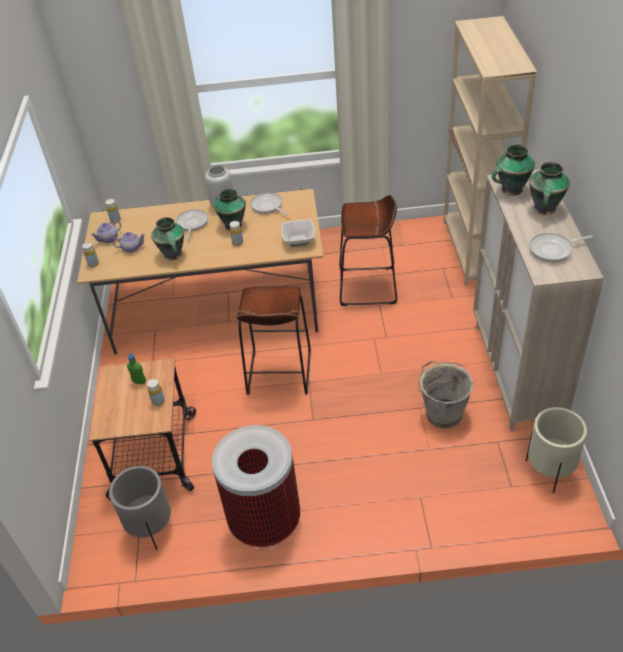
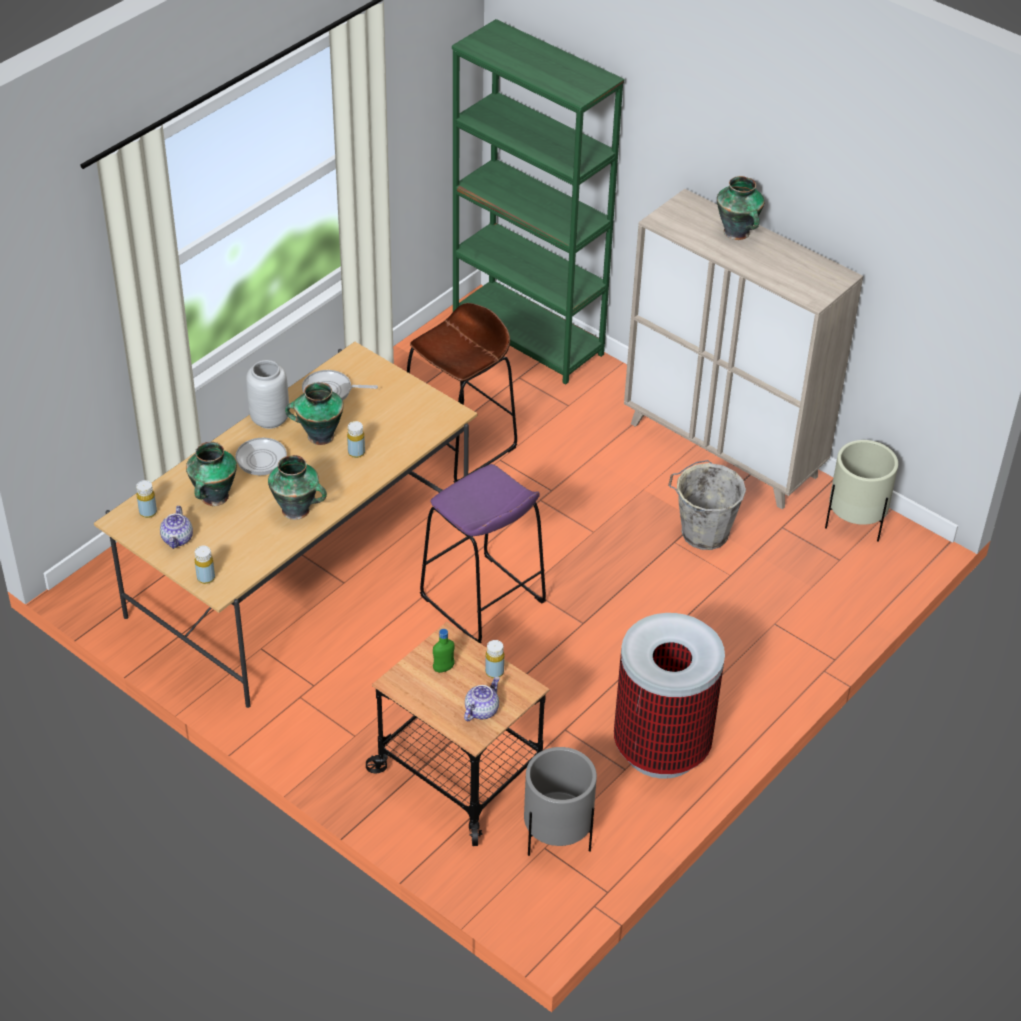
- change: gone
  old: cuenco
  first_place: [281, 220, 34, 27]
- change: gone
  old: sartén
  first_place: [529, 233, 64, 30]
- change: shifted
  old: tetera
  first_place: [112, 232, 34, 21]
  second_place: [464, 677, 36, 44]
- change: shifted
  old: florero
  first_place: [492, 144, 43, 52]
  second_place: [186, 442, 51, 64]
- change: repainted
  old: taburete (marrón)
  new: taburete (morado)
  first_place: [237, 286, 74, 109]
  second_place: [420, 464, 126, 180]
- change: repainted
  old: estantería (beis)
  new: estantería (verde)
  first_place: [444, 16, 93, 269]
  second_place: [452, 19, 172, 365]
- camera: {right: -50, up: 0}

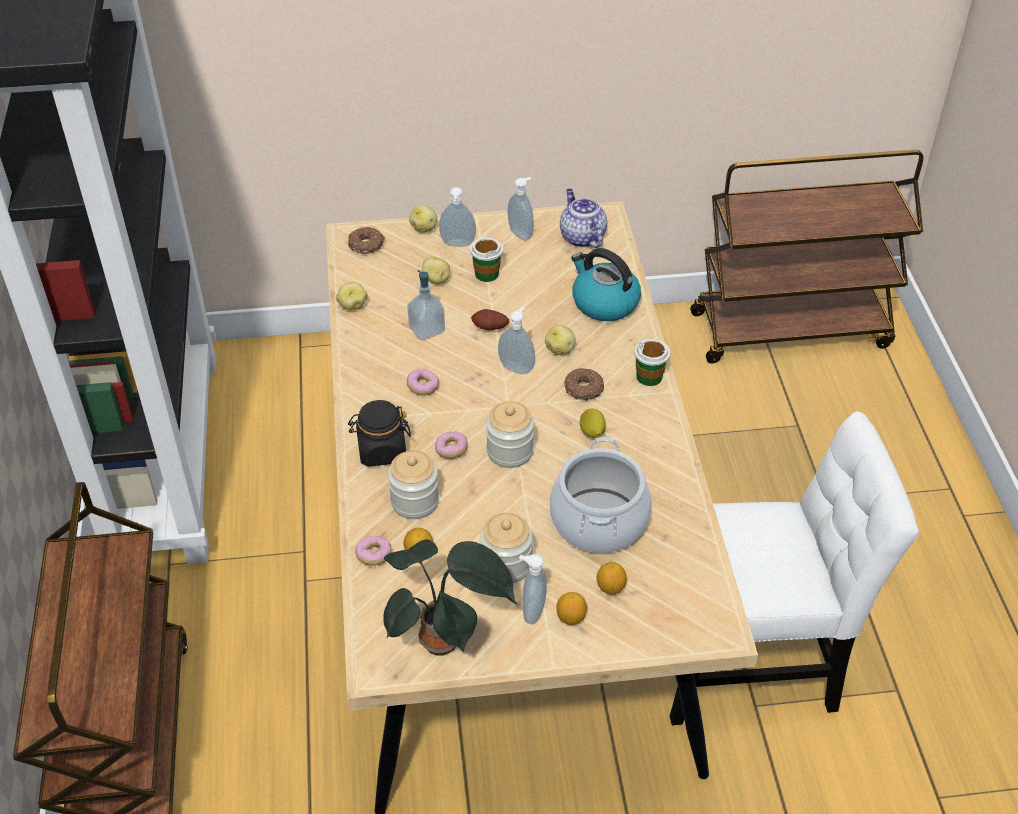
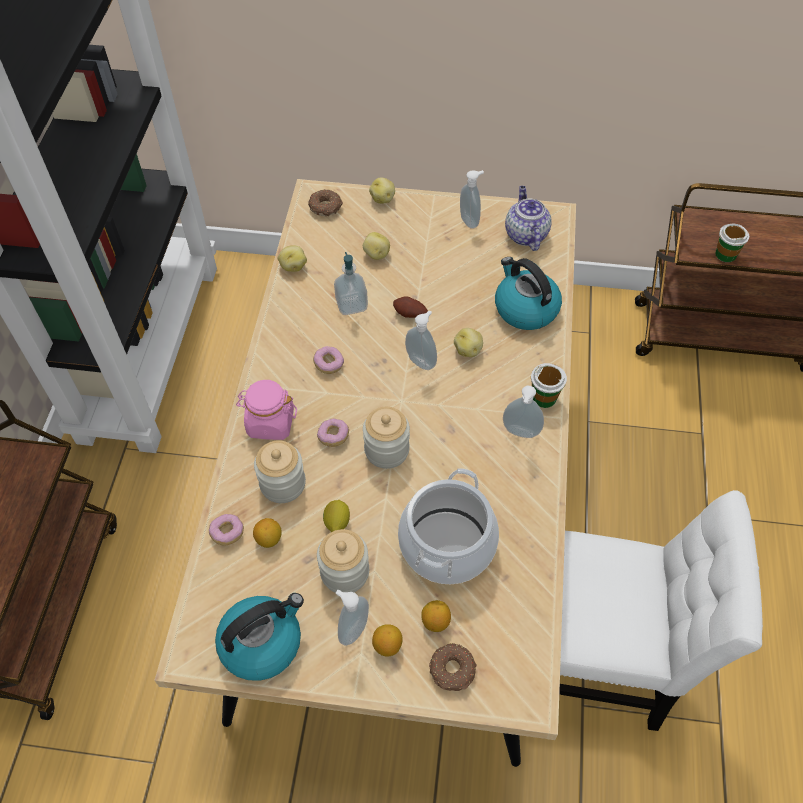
- change: shifted
  old: dispensador de jabón
  first_place: [439, 187, 37, 60]
  second_place: [503, 386, 41, 52]
- change: shifted
  old: taza
  first_place: [470, 237, 33, 45]
  second_place: [716, 224, 33, 38]
- change: shifted
  old: rosquilla
  first_place: [564, 368, 40, 33]
  second_place: [429, 643, 48, 48]
- change: shifted
  old: limón
  first_place: [580, 408, 26, 30]
  second_place: [323, 500, 27, 32]
- change: swapped
  old: planta en maceta
  new: hervidor
  first_place: [383, 539, 135, 117]
  second_place: [215, 593, 89, 88]
- change: repainted
  old: tarro (negro)
  new: tarro (rosa)
  first_place: [348, 400, 63, 67]
  second_place: [236, 380, 61, 60]
- camera: {right: 15, up: 10}

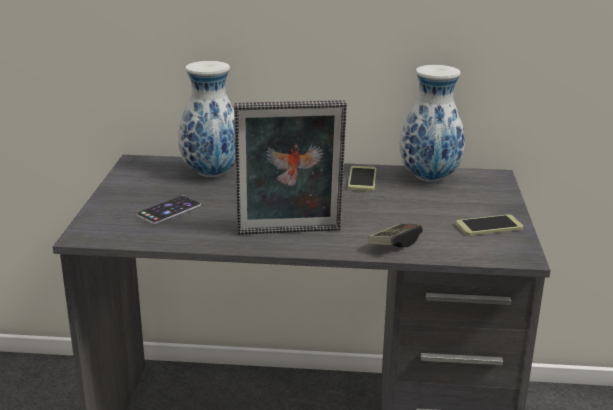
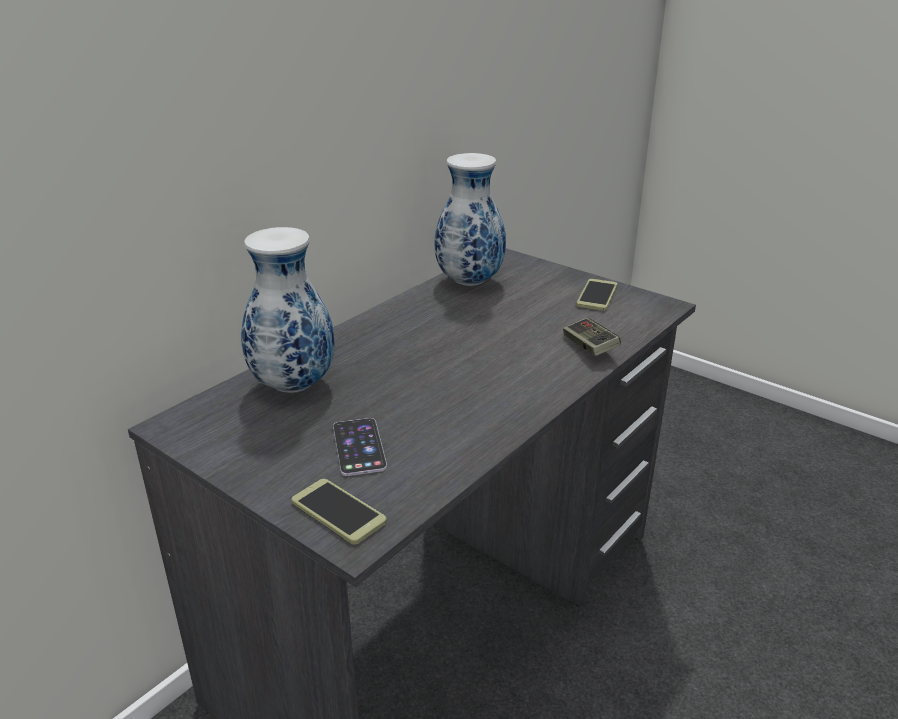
- change: gone
  old: portarretratos
  first_place: [234, 100, 113, 135]
- change: shifted
  old: móvil
  first_place: [348, 166, 28, 25]
  second_place: [292, 479, 95, 65]
- camera: {right: -55, up: 5}

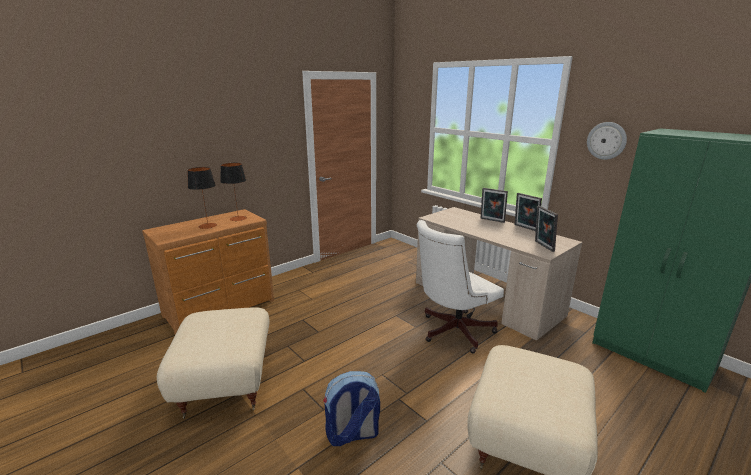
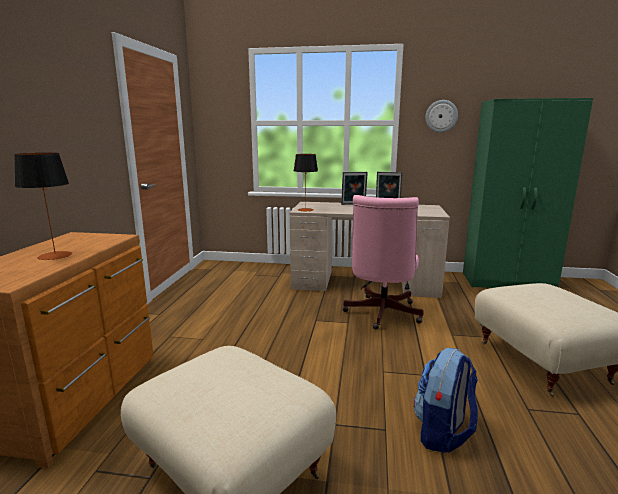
- change: gone
  old: portarretratos
  first_place: [535, 206, 23, 46]
- change: shifted
  old: lámpara de mesa
  first_place: [220, 163, 27, 58]
  second_place: [294, 154, 24, 57]
- change: repainted
  old: silla de oficina (blanco)
  new: silla de oficina (rosa)
  first_place: [417, 220, 87, 133]
  second_place: [342, 195, 82, 134]
- camera: {right: -40, up: -5}

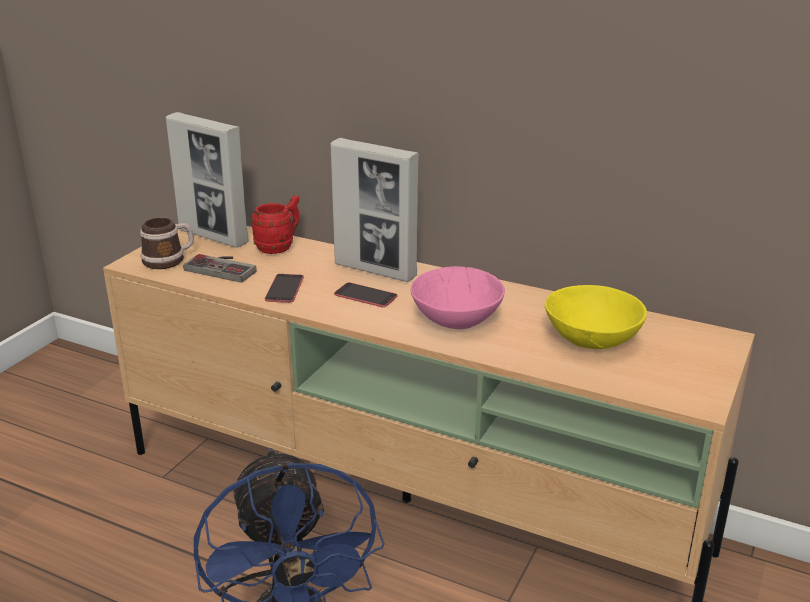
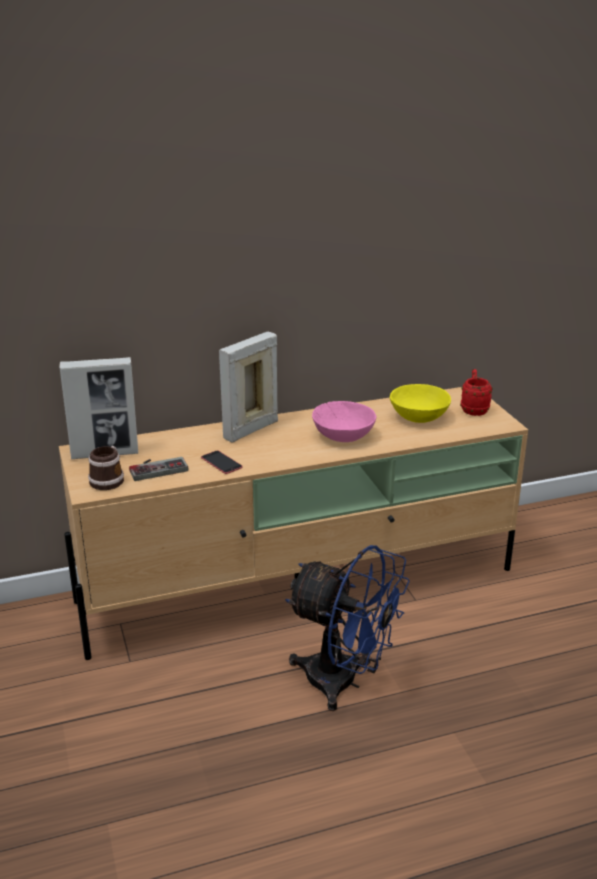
- change: gone
  old: móvil
  first_place: [334, 283, 64, 24]
- change: shifted
  old: taza grande (rojo)
  first_place: [251, 195, 48, 59]
  second_place: [460, 369, 32, 47]
- change: rotated
  old: portarretratos
  first_place: [331, 138, 88, 144]
  second_place: [219, 332, 59, 111]
  degrees: 150
- camera: {right: -45, up: 0}

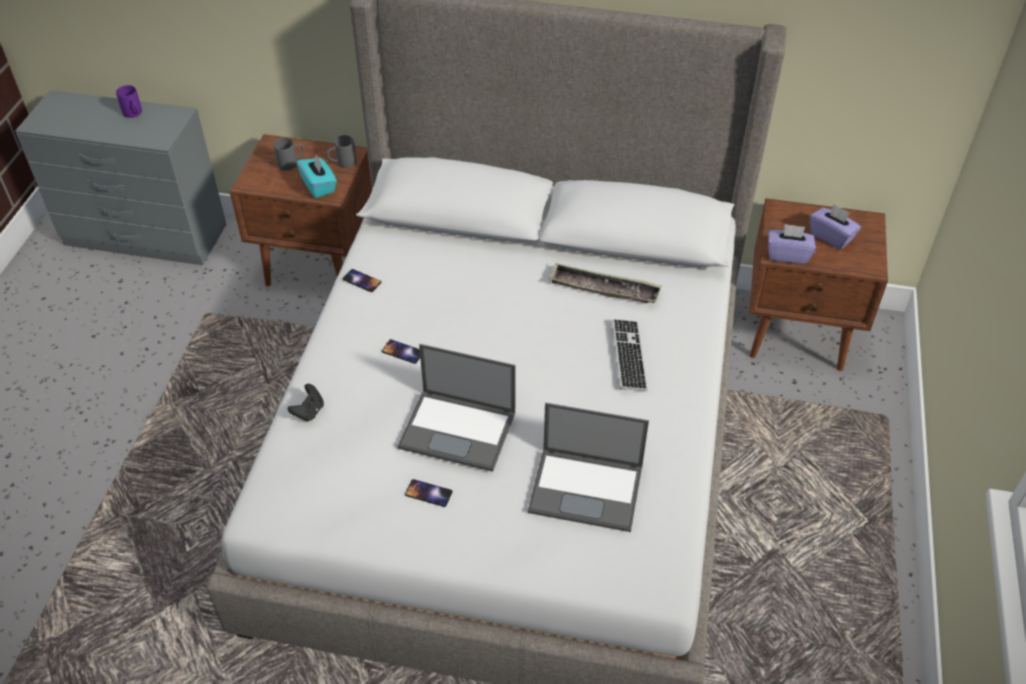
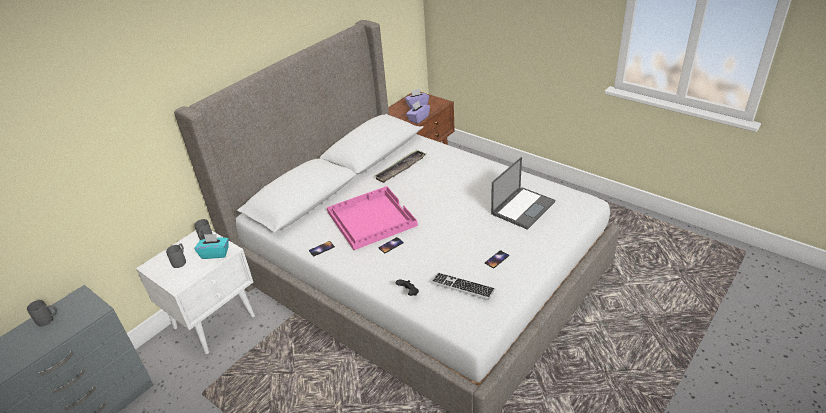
- change: gone
  old: portátil
  first_place: [398, 344, 117, 128]
- change: new
  new: bandeja (rosa)
  second_place: [327, 186, 91, 64]
- change: shifted
  old: teclado
  first_place: [612, 319, 36, 72]
  second_place: [431, 272, 64, 28]
- change: repainted
  old: taza grande (morado)
  new: taza grande (gris)
  first_place: [116, 85, 26, 33]
  second_place: [27, 300, 30, 26]
- change: repainted
  old: mesita de noche (marrón)
  new: mesita de noche (blanco)
  first_place: [230, 134, 142, 152]
  second_place: [136, 230, 119, 124]
- camera: {right: -60, up: -10}

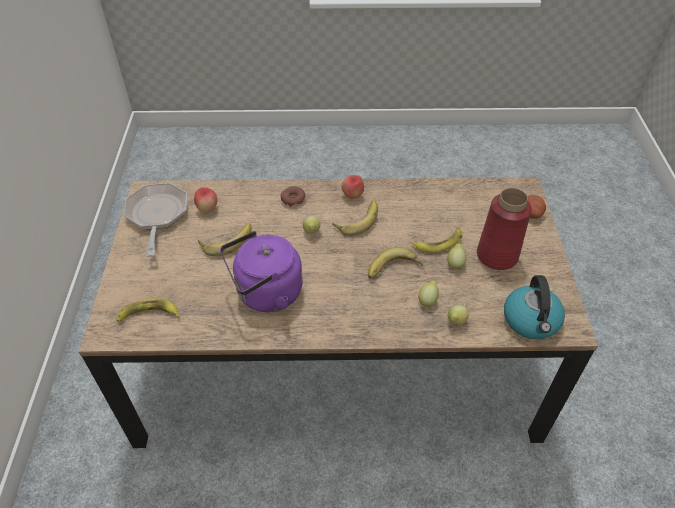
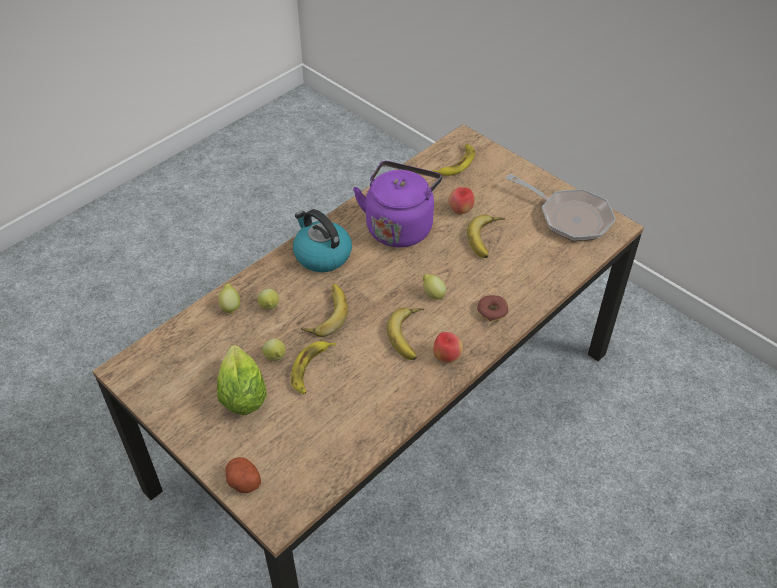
- change: shifted
  old: manzana
  first_place: [194, 187, 23, 26]
  second_place: [448, 187, 27, 28]
- change: shifted
  old: hervidor
  first_place: [504, 275, 61, 64]
  second_place: [293, 209, 59, 63]
- change: swapped
  old: florero (rojo)
  new: lechuga
  first_place: [477, 188, 55, 82]
  second_place: [217, 345, 50, 70]
- camera: {right: 135, up: 0}

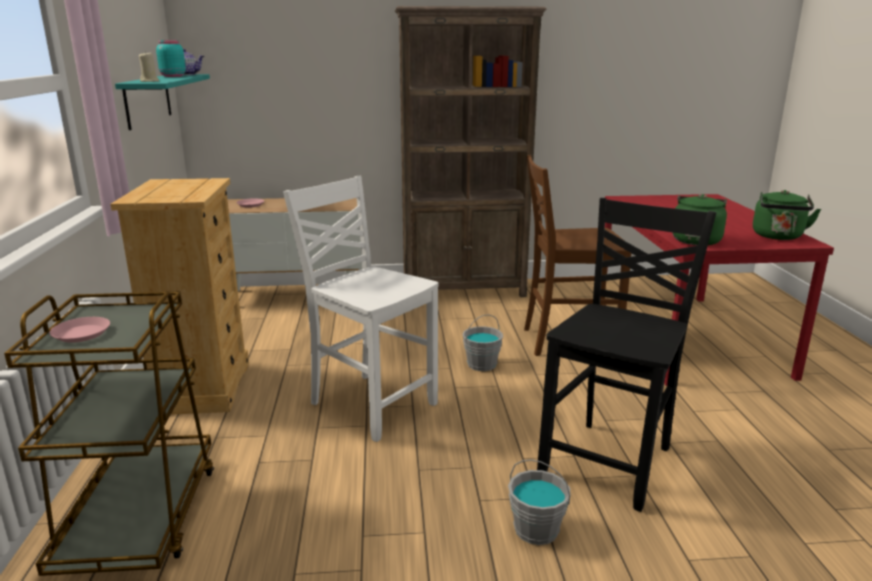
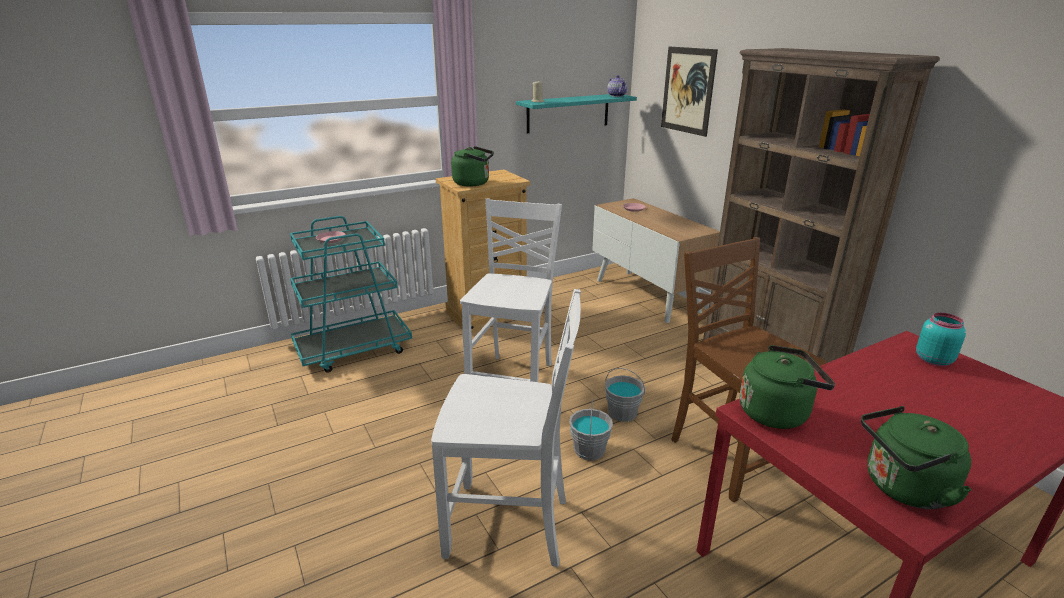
- change: new
  new: hervidor (verde)
  second_place: [451, 146, 43, 40]
- change: new
  new: cuadro
  second_place: [661, 47, 57, 90]
- change: shifted
  old: tarro (turquesa)
  first_place: [156, 40, 30, 37]
  second_place: [916, 313, 50, 53]
- change: shifted
  old: cubo (gris)
  first_place: [508, 459, 63, 86]
  second_place: [569, 398, 44, 62]
- change: repainted
  old: carrito (marrón)
  new: carrito (turquesa)
  first_place: [4, 292, 210, 284]
  second_place: [290, 216, 122, 157]
- change: repainted
  old: silla (negro)
  new: silla (blanco)
  first_place: [537, 198, 179, 314]
  second_place: [431, 289, 150, 279]
- camera: {right: 65, up: 5}

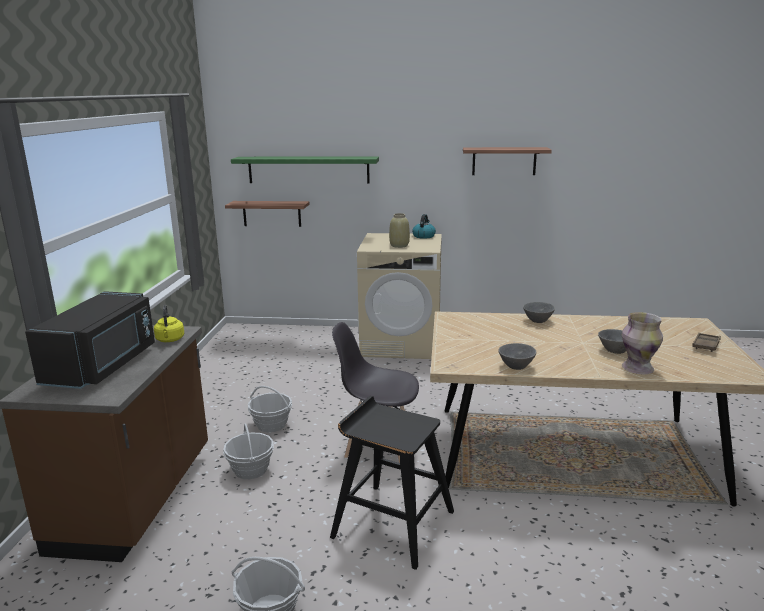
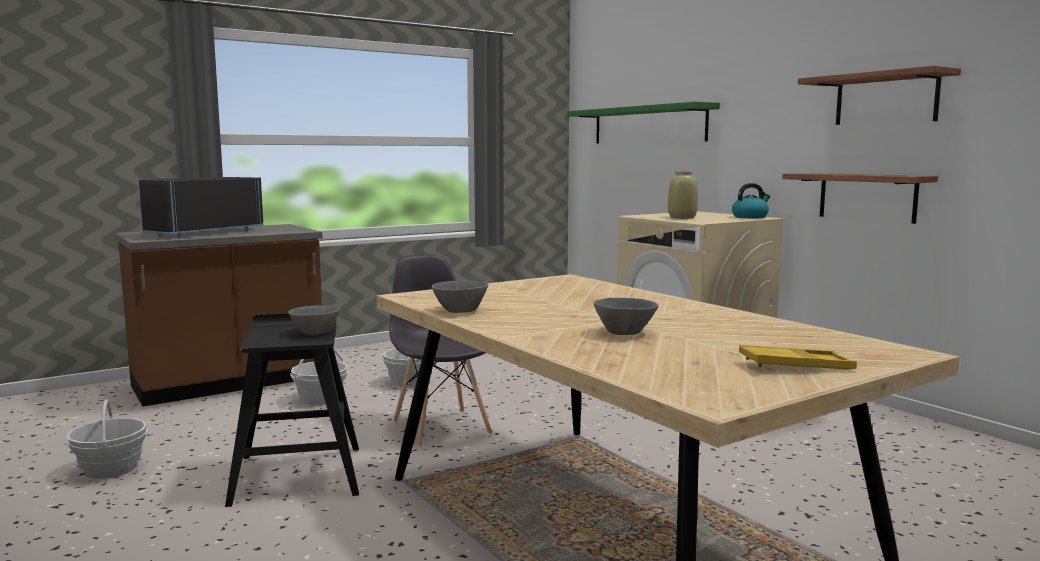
- change: gone
  old: hervidor (amarillo)
  first_place: [154, 305, 30, 37]
- change: gone
  old: florero
  first_place: [622, 312, 41, 62]
- change: shifted
  old: estante
  first_place: [225, 201, 84, 26]
  second_place: [782, 173, 156, 51]
- change: shifted
  old: cuenco (gris)
  first_place: [523, 302, 32, 21]
  second_place: [288, 305, 52, 30]
- change: repainted
  old: bandeja (marrón)
  new: bandeja (amarillo)
  first_place: [692, 333, 29, 19]
  second_place: [739, 345, 118, 24]
- change: rotated
  old: microondas (negro)
  first_place: [25, 291, 130, 98]
  second_place: [139, 177, 124, 61]
  degrees: 150
- camera: {right: 50, up: -10}

